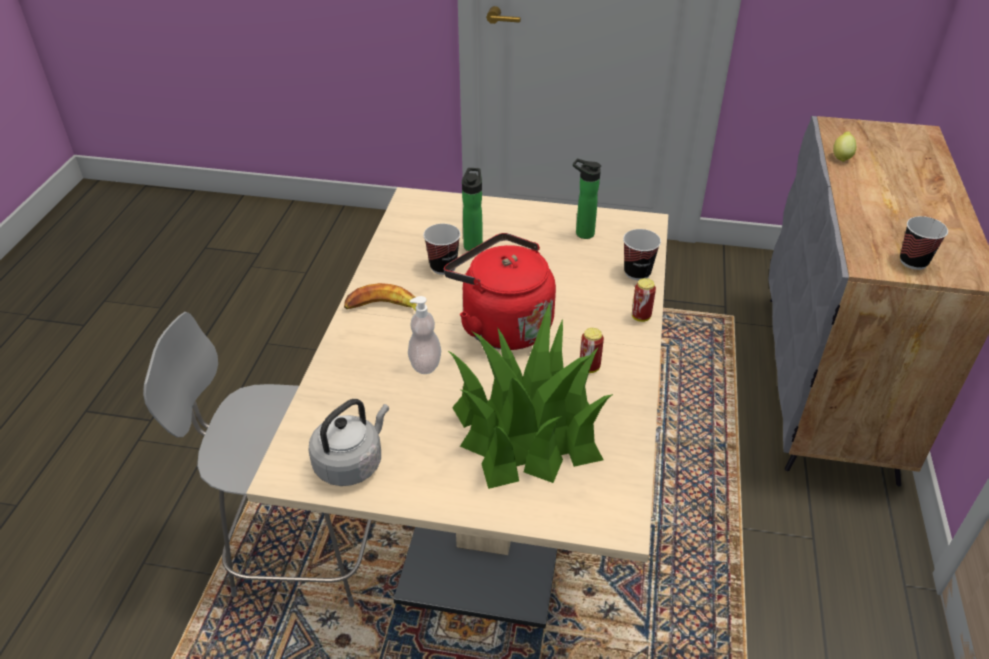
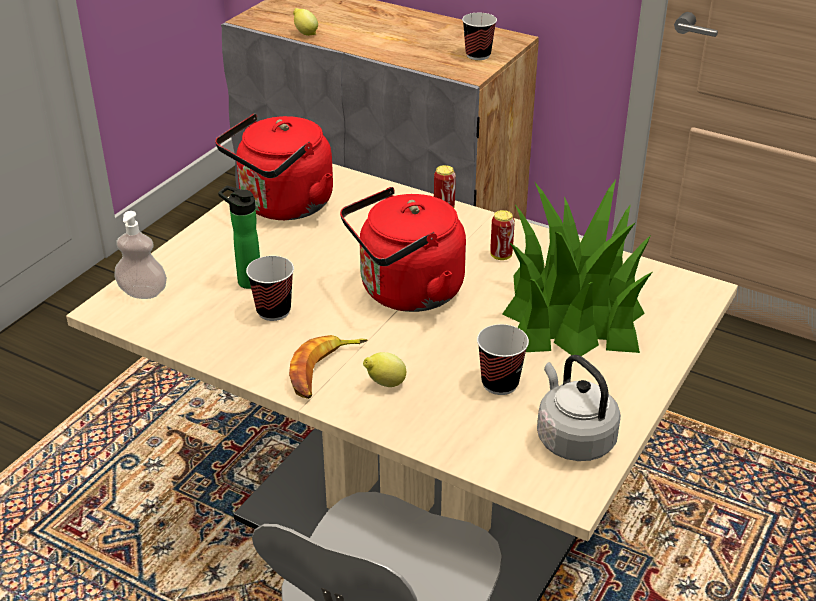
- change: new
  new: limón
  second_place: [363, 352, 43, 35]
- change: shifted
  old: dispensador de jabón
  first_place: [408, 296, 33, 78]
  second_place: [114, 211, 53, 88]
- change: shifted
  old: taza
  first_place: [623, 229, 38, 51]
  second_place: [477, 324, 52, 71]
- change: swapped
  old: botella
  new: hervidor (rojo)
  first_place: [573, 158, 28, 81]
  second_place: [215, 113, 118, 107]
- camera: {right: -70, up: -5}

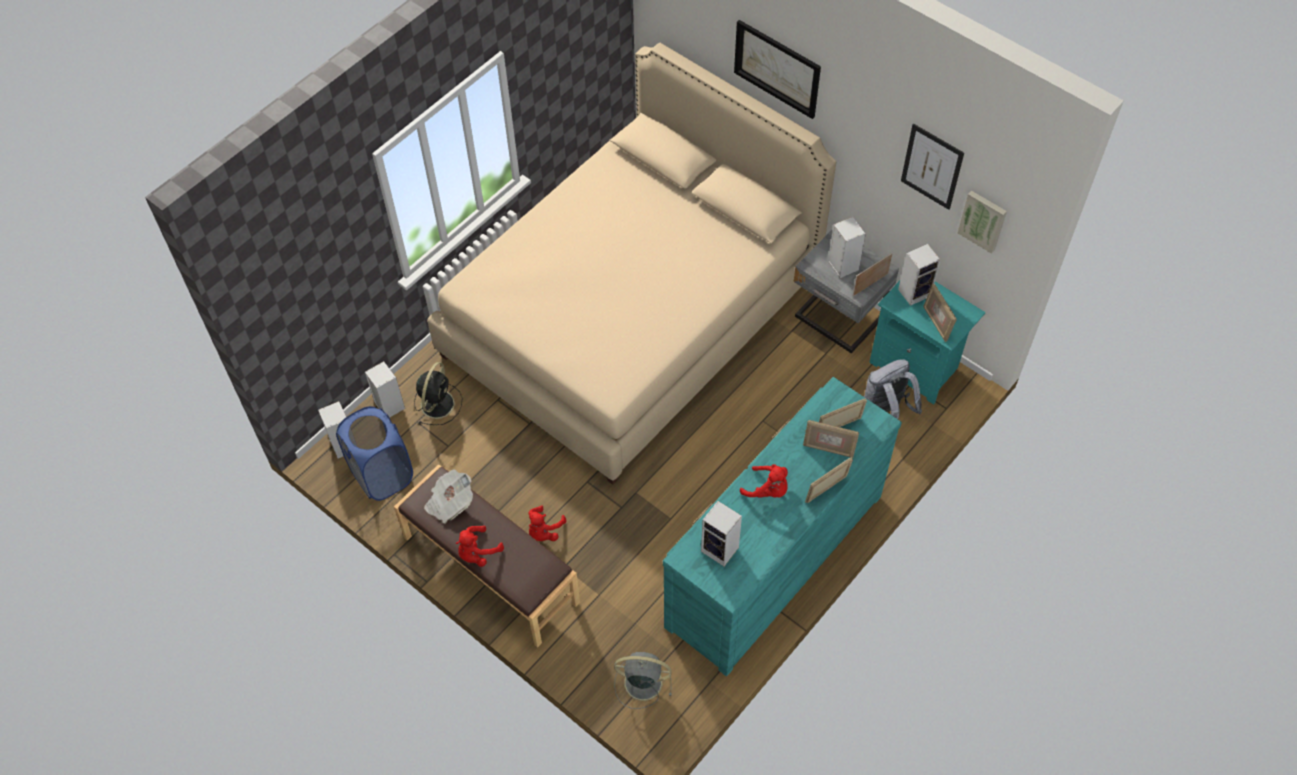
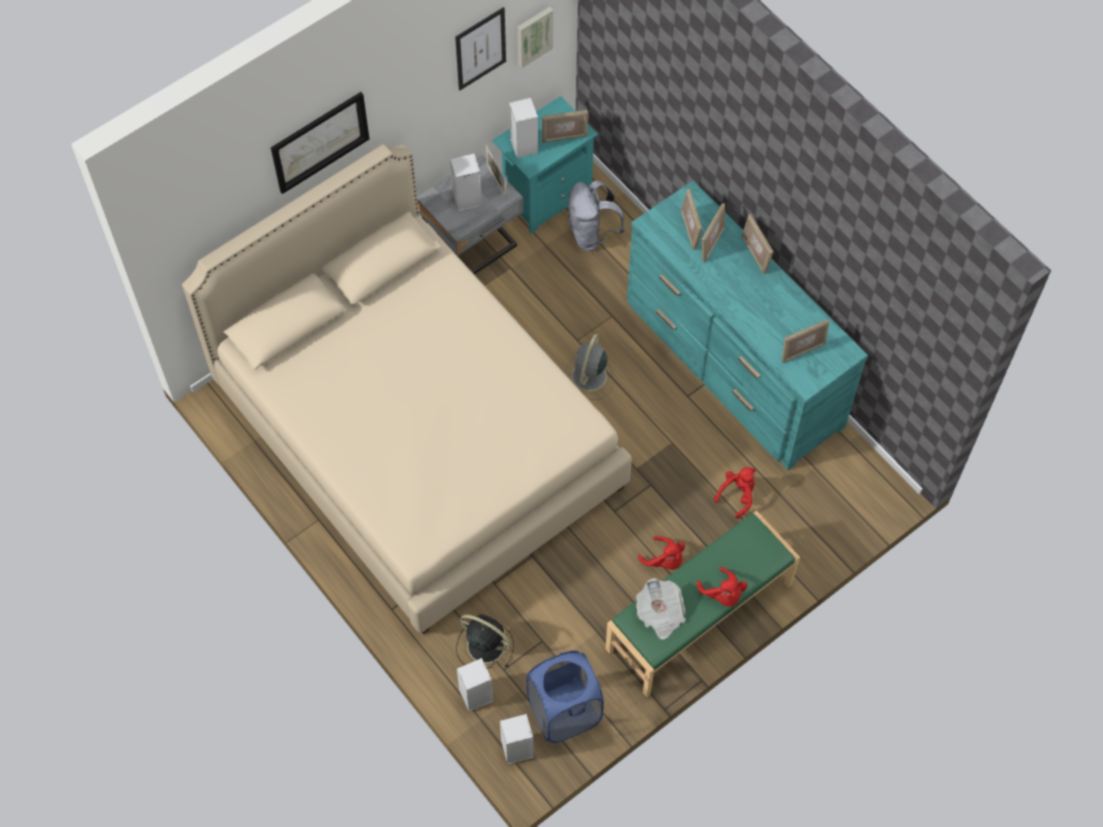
- change: shifted
  old: ventilador (gris)
  first_place: [614, 652, 58, 57]
  second_place: [564, 334, 50, 66]
- change: shifted
  old: peluche (rojo)
  first_place: [740, 464, 48, 34]
  second_place: [714, 467, 42, 51]
- change: swapped
  old: altavoz
  new: portarretratos
  first_place: [701, 501, 41, 65]
  second_place: [782, 319, 48, 44]
- change: repainted
  old: banco (marrón)
  new: banco (verde)
  first_place: [394, 464, 186, 184]
  second_place: [605, 511, 195, 186]
- camera: {right: -80, up: 5}

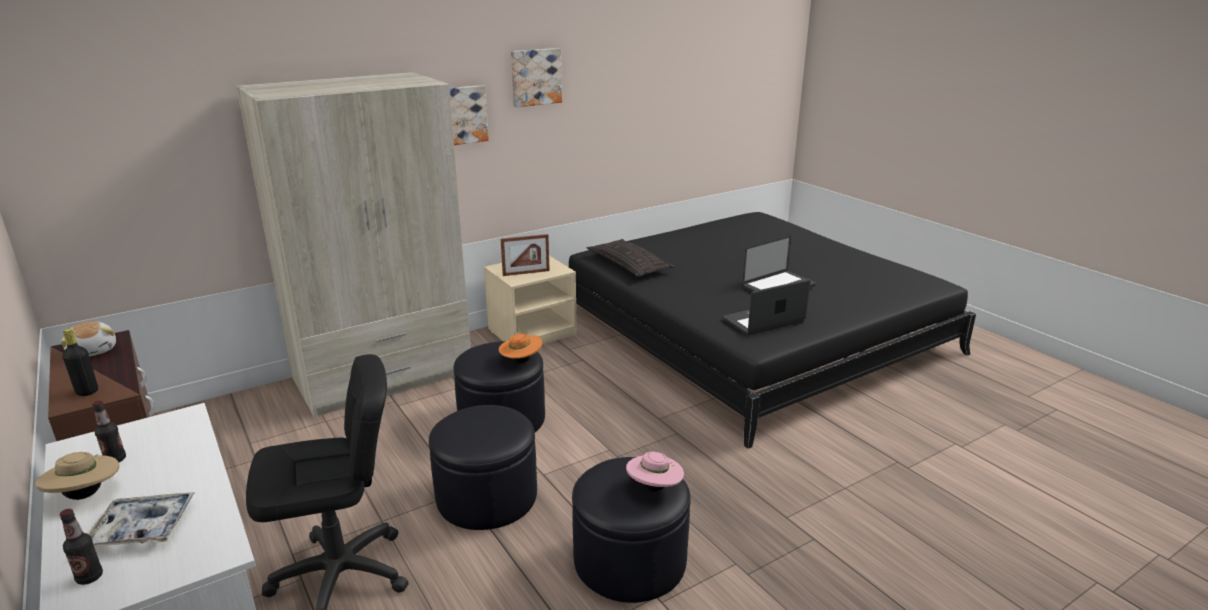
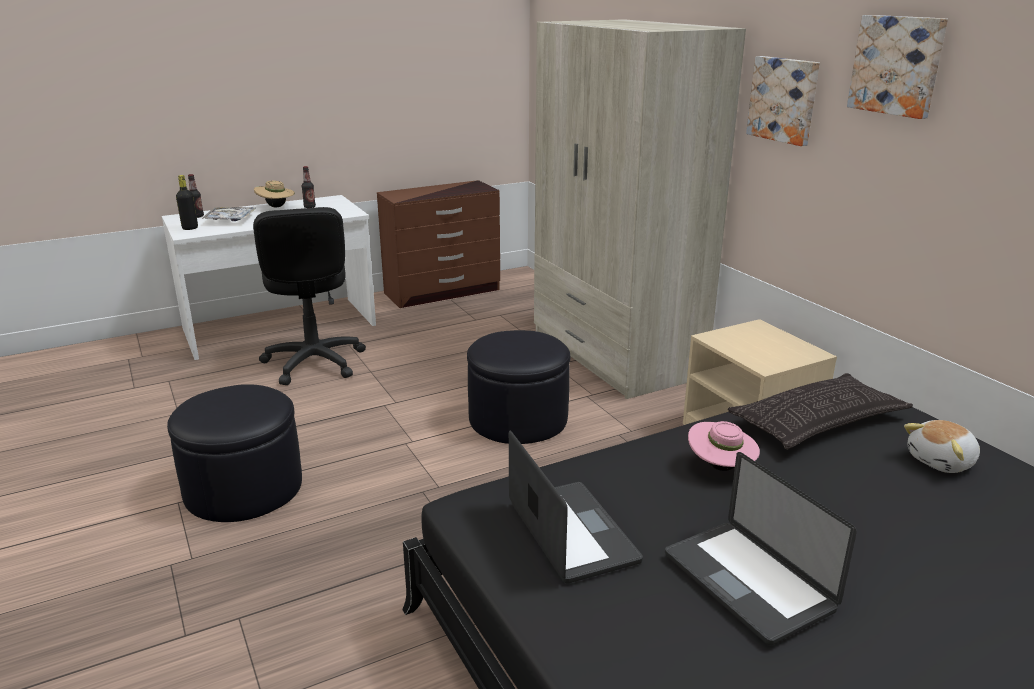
- change: gone
  old: puf (negro)
  first_place: [429, 405, 108, 125]
- change: gone
  old: sombrero (naranja)
  first_place: [499, 330, 43, 34]
- change: gone
  old: portarretratos
  first_place: [501, 234, 49, 42]
- change: shifted
  old: peluche
  first_place: [61, 321, 55, 35]
  second_place: [904, 420, 76, 53]
- change: shifted
  old: botella (negro)
  first_place: [62, 329, 36, 67]
  second_place: [176, 175, 22, 55]
- change: shifted
  old: sombrero (rosa)
  first_place: [626, 452, 58, 39]
  second_place: [688, 421, 72, 50]
- camera: {right: 95, up: 0}

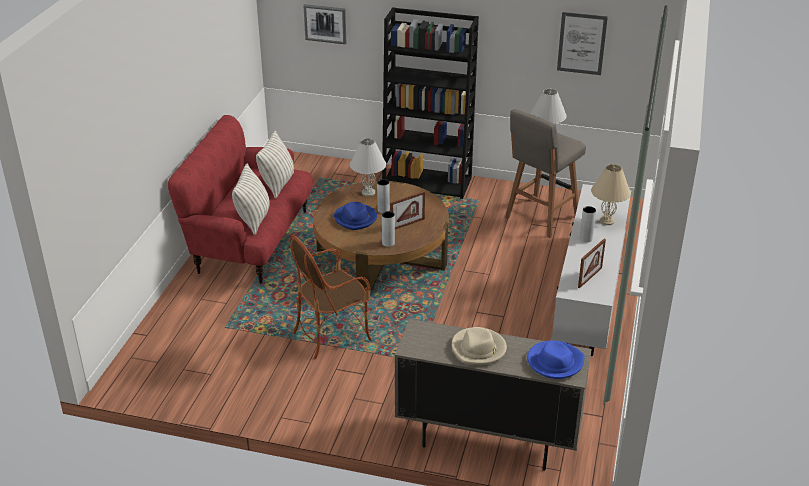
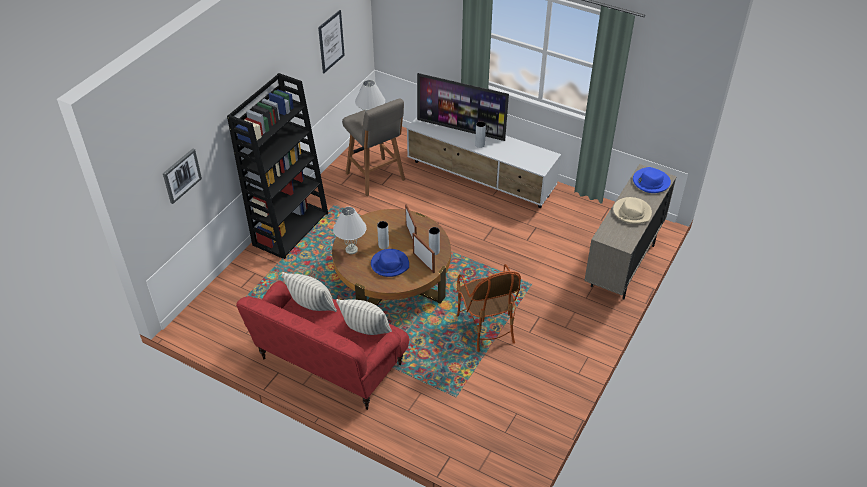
- change: shifted
  old: portarretratos
  first_place: [578, 239, 28, 49]
  second_place: [413, 233, 22, 41]
- change: swapped
  old: lámpara de mesa (beis)
  new: televisor
  first_place: [591, 164, 40, 61]
  second_place: [417, 73, 92, 68]
- camera: {right: -75, up: 10}

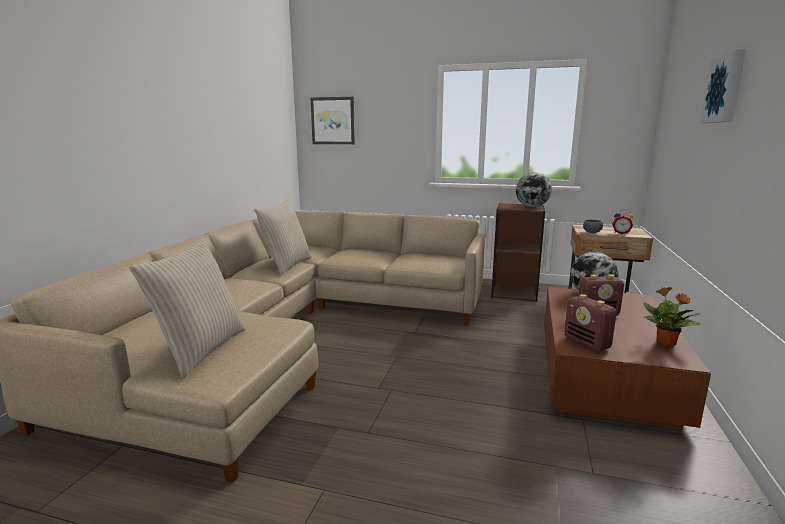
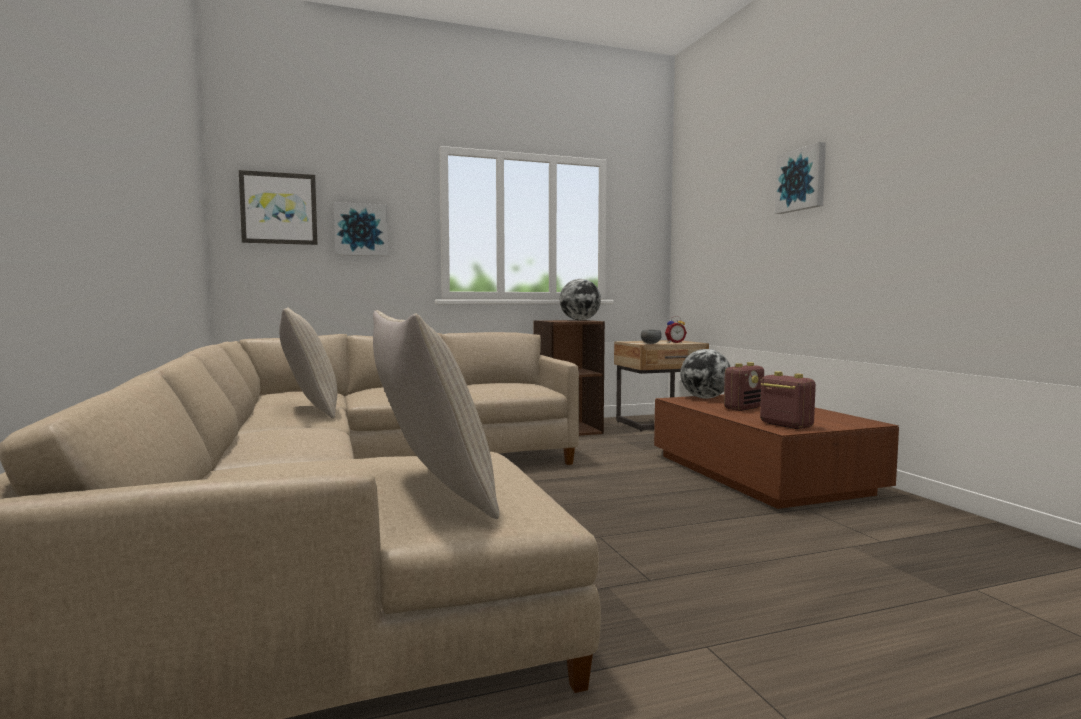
- change: gone
  old: planta en maceta
  first_place: [643, 287, 58, 59]
- change: new
  new: cuadro
  second_place: [334, 202, 54, 54]
- change: rotated
  old: radio
  first_place: [564, 294, 52, 57]
  second_place: [760, 371, 56, 58]
  degrees: -150
- camera: {right: -35, up: -10}

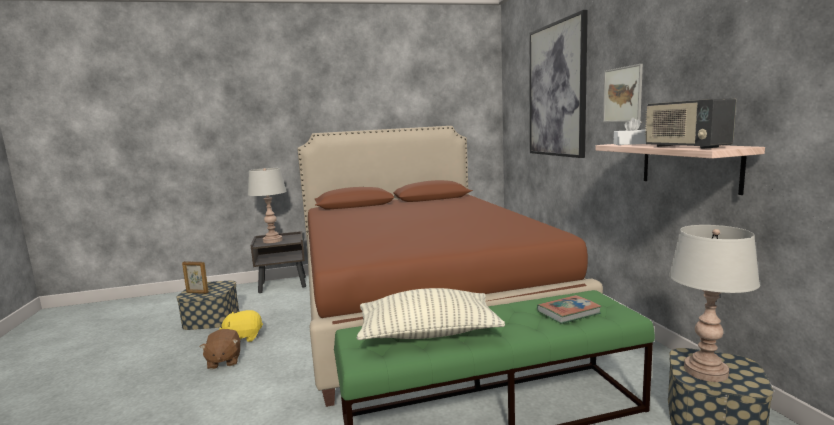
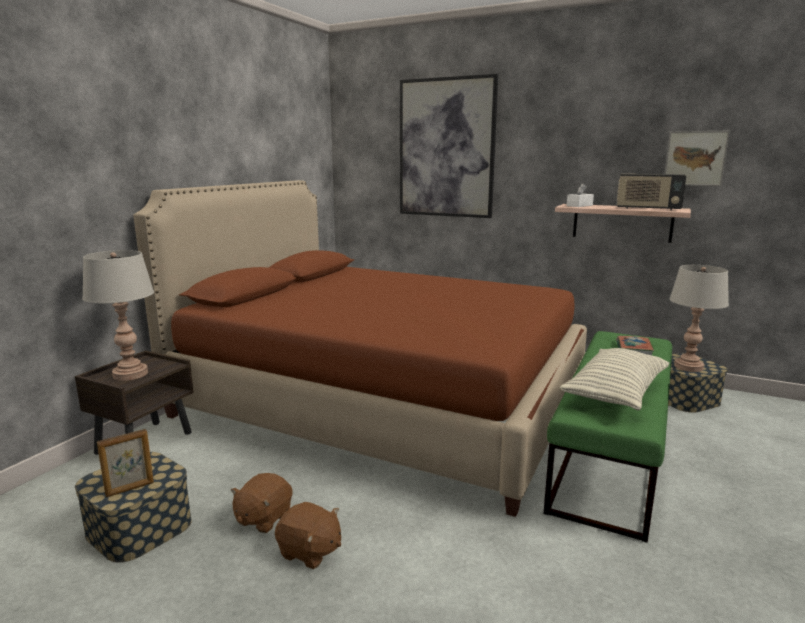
- change: shifted
  old: cuadro
  first_place: [603, 64, 40, 58]
  second_place: [665, 131, 65, 55]
- change: repainted
  old: peluche (amarillo)
  new: peluche (marrón)
  first_place: [219, 310, 44, 32]
  second_place: [231, 473, 61, 60]
- camera: {right: -50, up: 5}

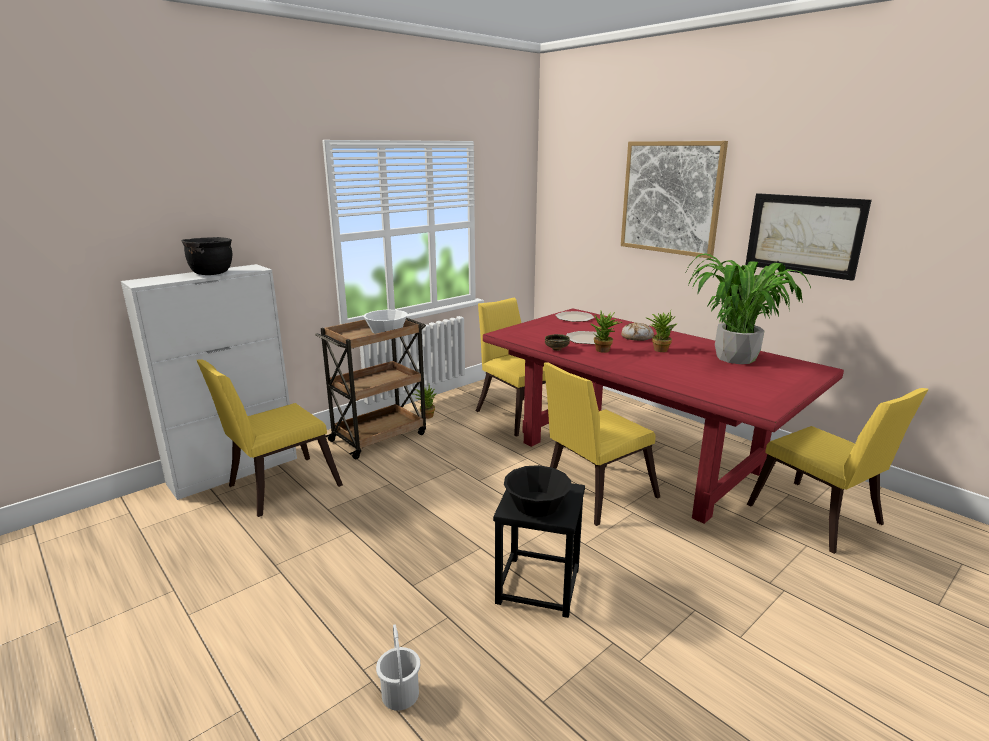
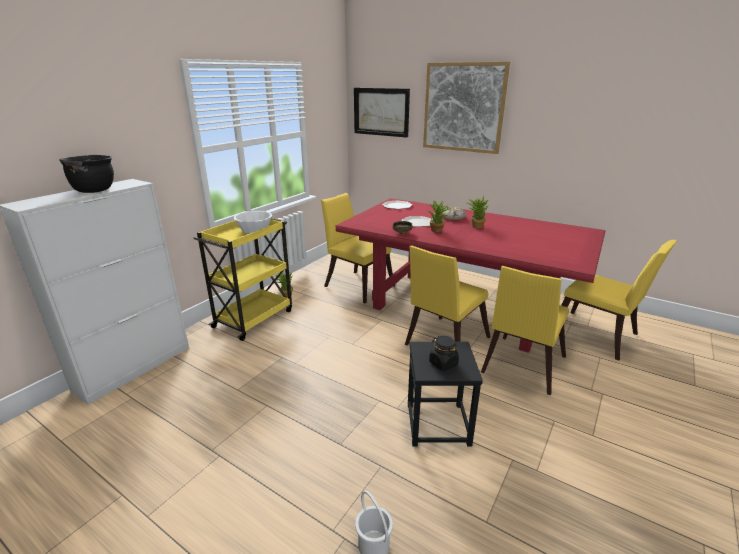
- change: gone
  old: planta en maceta
  first_place: [686, 253, 125, 111]
- change: shifted
  old: silla (amarillo)
  first_place: [197, 359, 146, 158]
  second_place: [481, 266, 88, 129]
- change: shifted
  old: cuadro
  first_place: [745, 193, 127, 88]
  second_place: [354, 88, 56, 50]
- change: swapped
  old: cuenco (negro)
  new: tarro (negro)
  first_place: [504, 465, 67, 52]
  second_place: [429, 336, 30, 35]
- change: repainted
  old: carrito (marrón)
  new: carrito (amarillo)
  first_place: [315, 318, 111, 141]
  second_place: [193, 218, 99, 123]
- camera: {right: -15, up: 5}

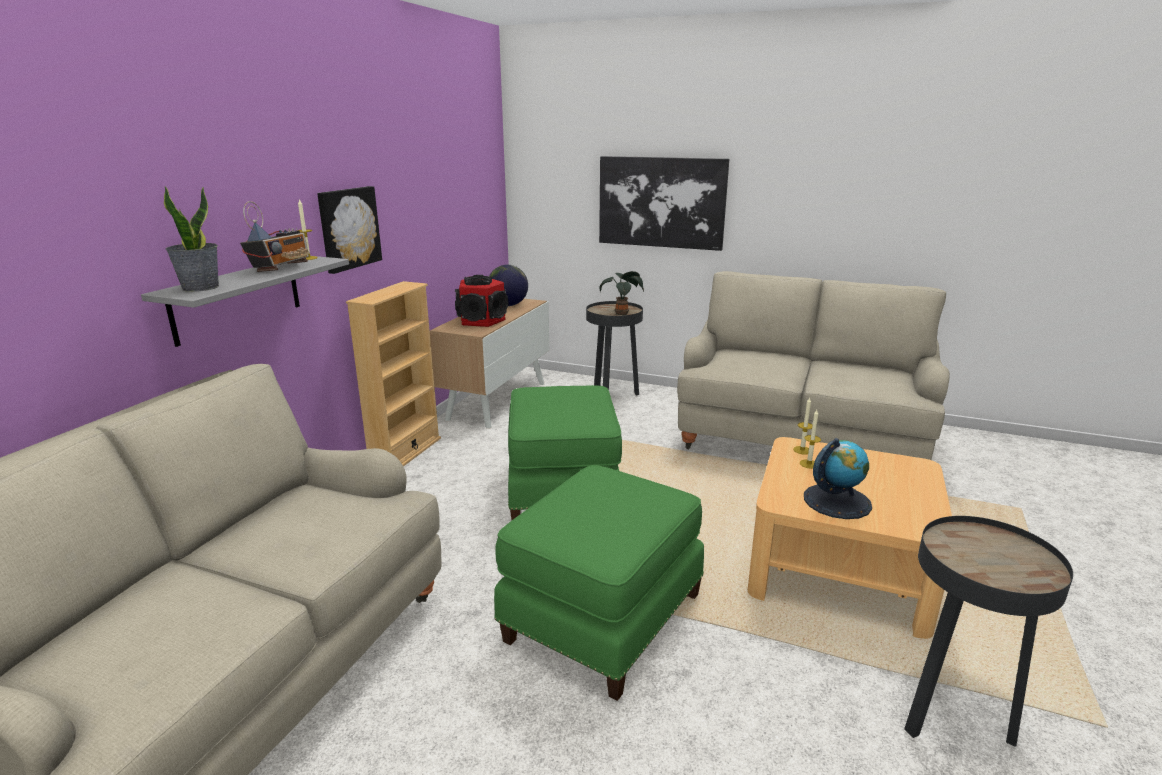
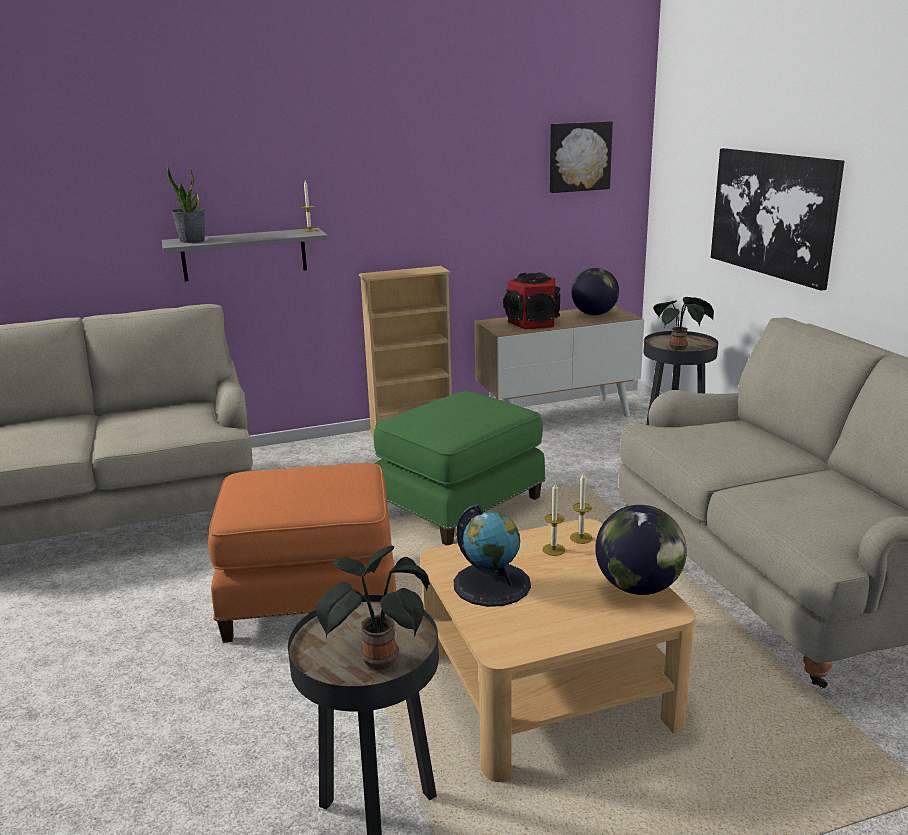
- change: gone
  old: radio
  first_place: [240, 201, 69, 71]
- change: new
  new: planta en maceta
  second_place: [316, 546, 114, 125]
- change: new
  new: globo terráqueo
  second_place: [595, 505, 92, 90]
- change: shifted
  old: cuadro
  first_place: [317, 186, 65, 88]
  second_place: [550, 121, 63, 72]
- change: repainted
  old: puf (verde)
  new: puf (naranja)
  first_place: [494, 465, 210, 236]
  second_place: [208, 463, 189, 180]
- camera: {right: 50, up: 0}

